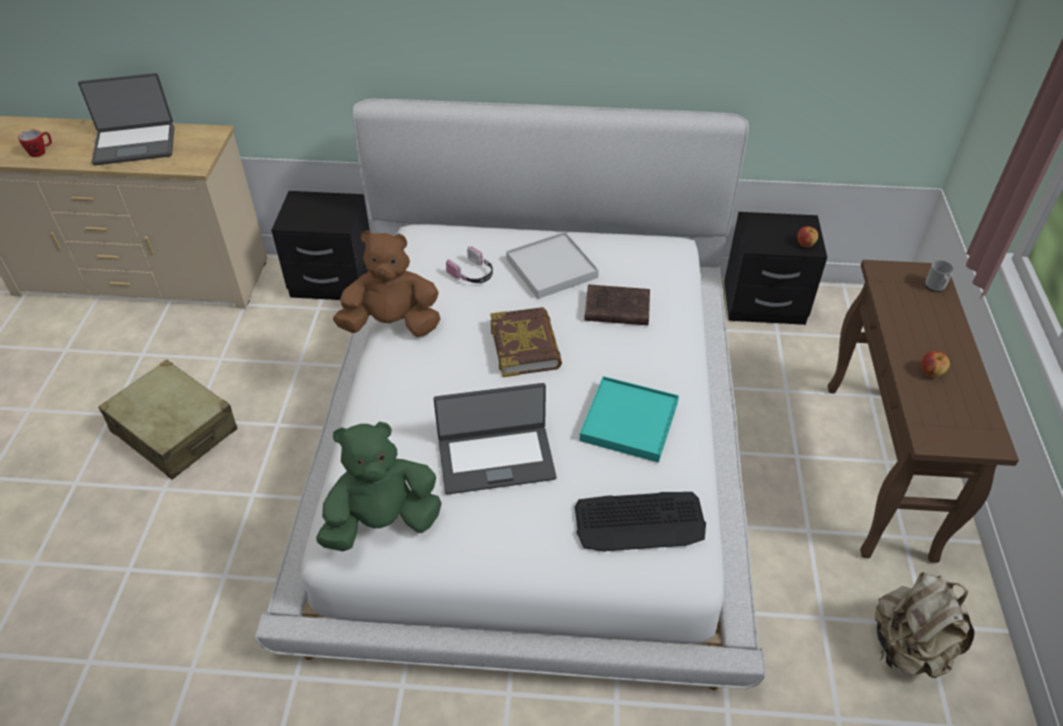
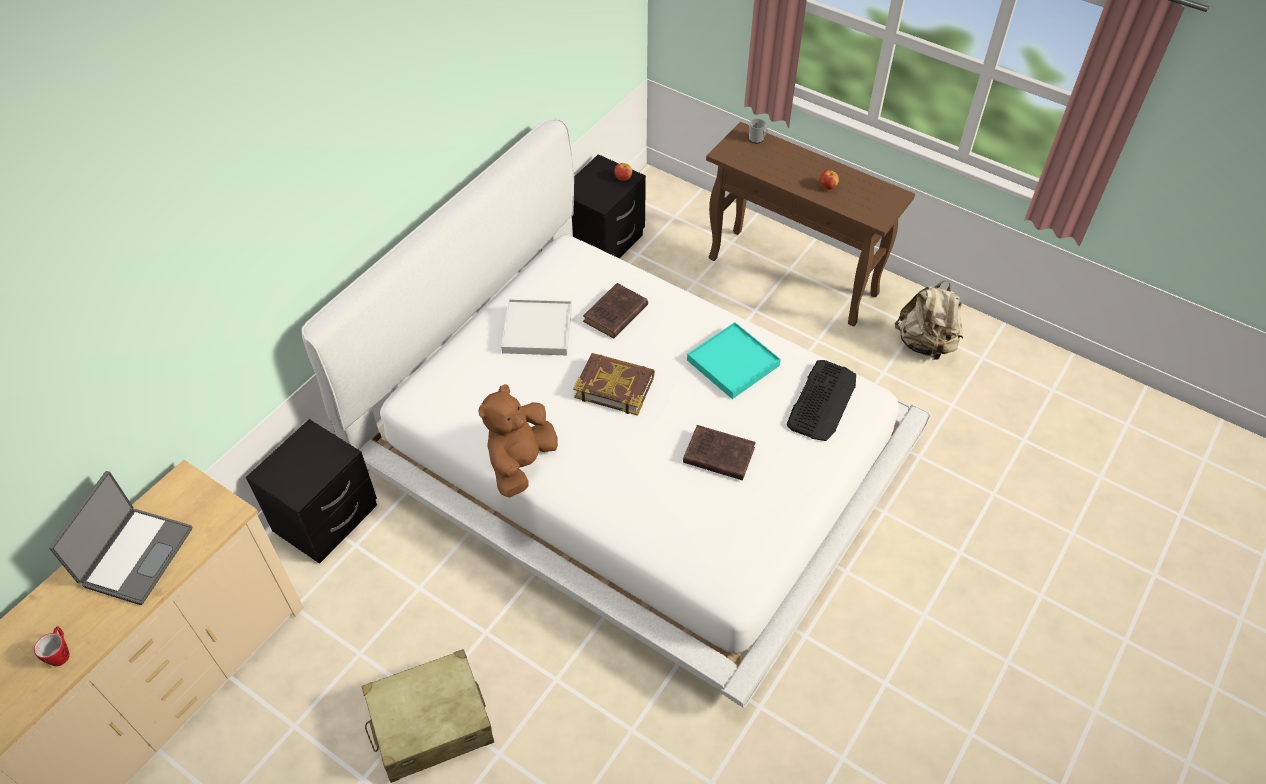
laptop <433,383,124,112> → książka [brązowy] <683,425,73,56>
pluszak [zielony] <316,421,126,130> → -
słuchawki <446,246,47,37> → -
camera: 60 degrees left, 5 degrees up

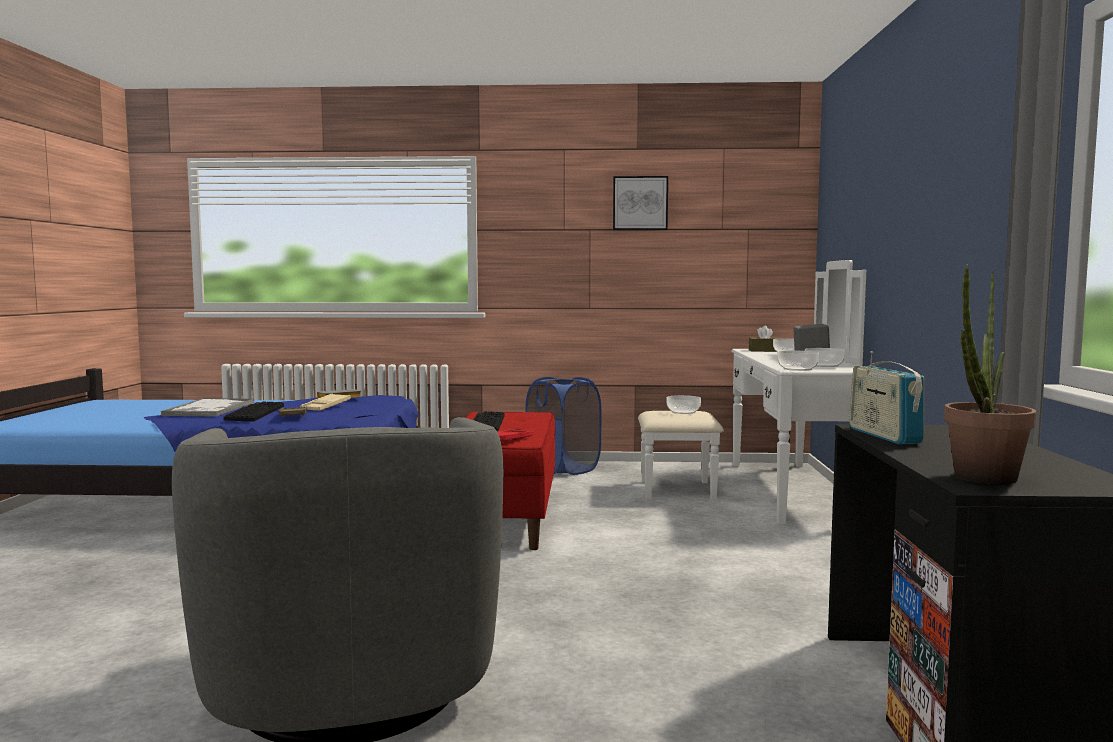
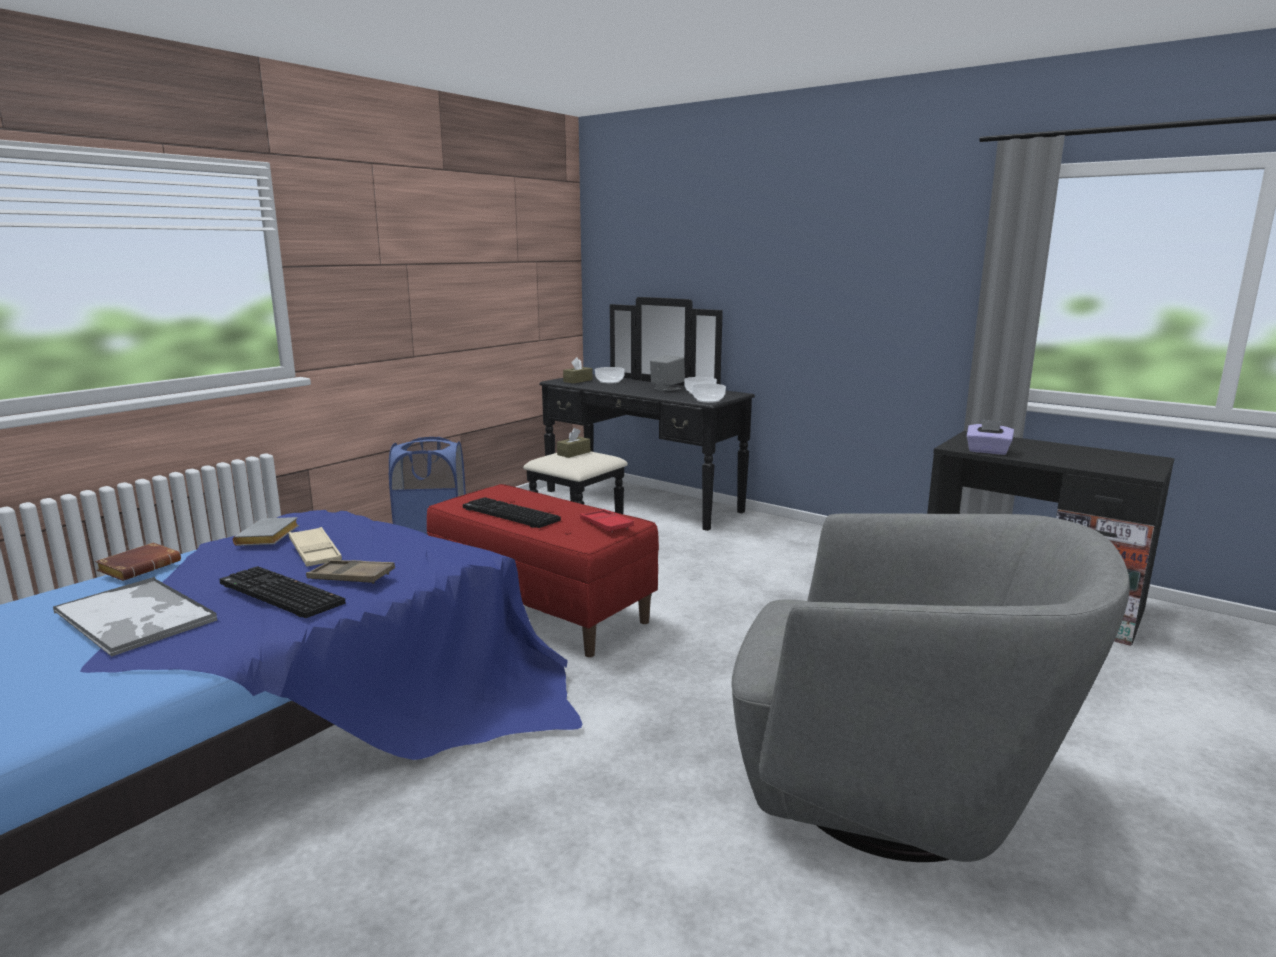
- → książka [brązowy] <95,543,86,38>
komoda [biały] <638,260,228,264> → komoda [czarny] <523,297,232,234>
miska <666,395,35,19> → pudełko chusteczek [brązowy] <557,428,33,30>
radio <849,351,75,94> → pudełko chusteczek [fioletowy] <966,419,48,36>
obraz <613,176,55,54> → -
roślina doniczkowa <944,264,92,221> → -
camera: 55 degrees left, 10 degrees up

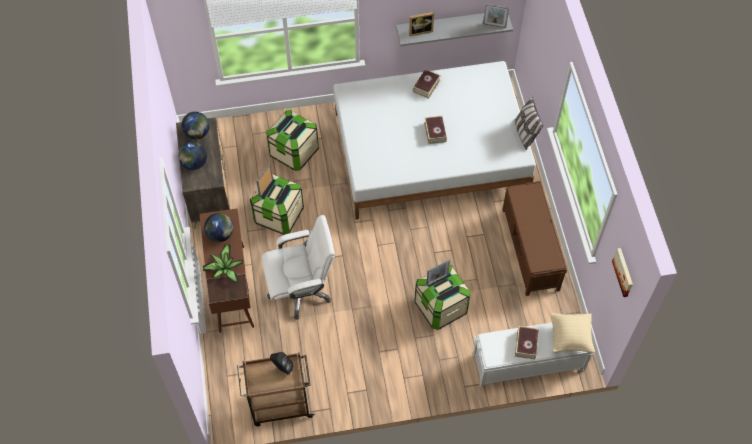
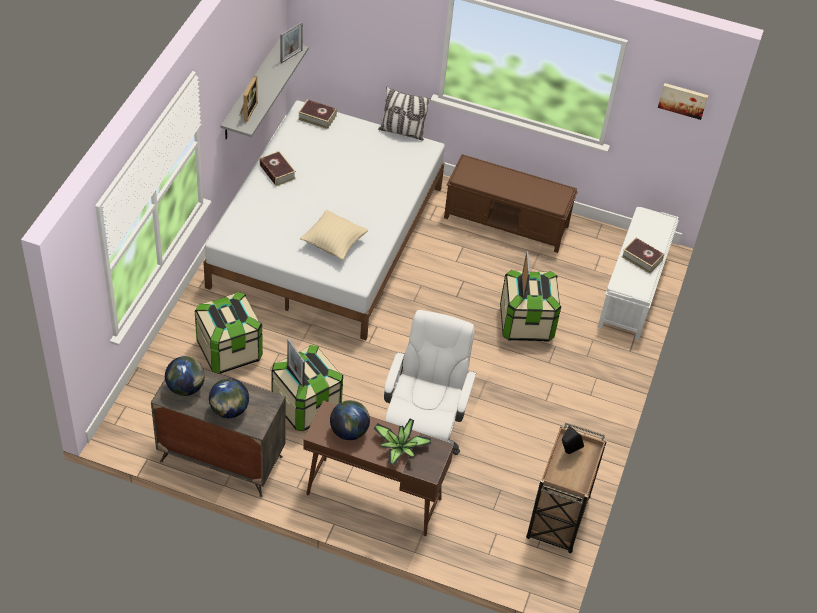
książka <424,116,23,28> → książka <298,99,39,30>, moved
poduszka [beżowy] <550,313,45,40> → poduszka [beżowy] <300,209,68,51>, moved
camera: 65 degrees left, 10 degrees down

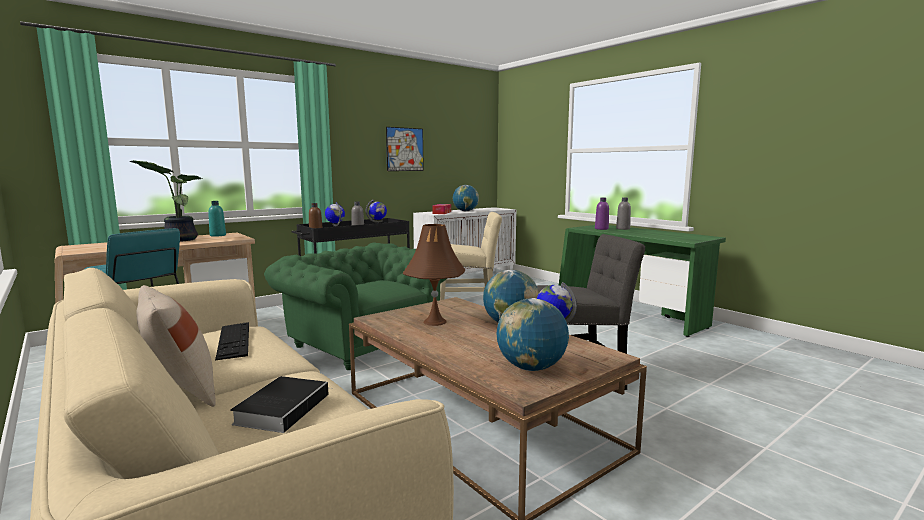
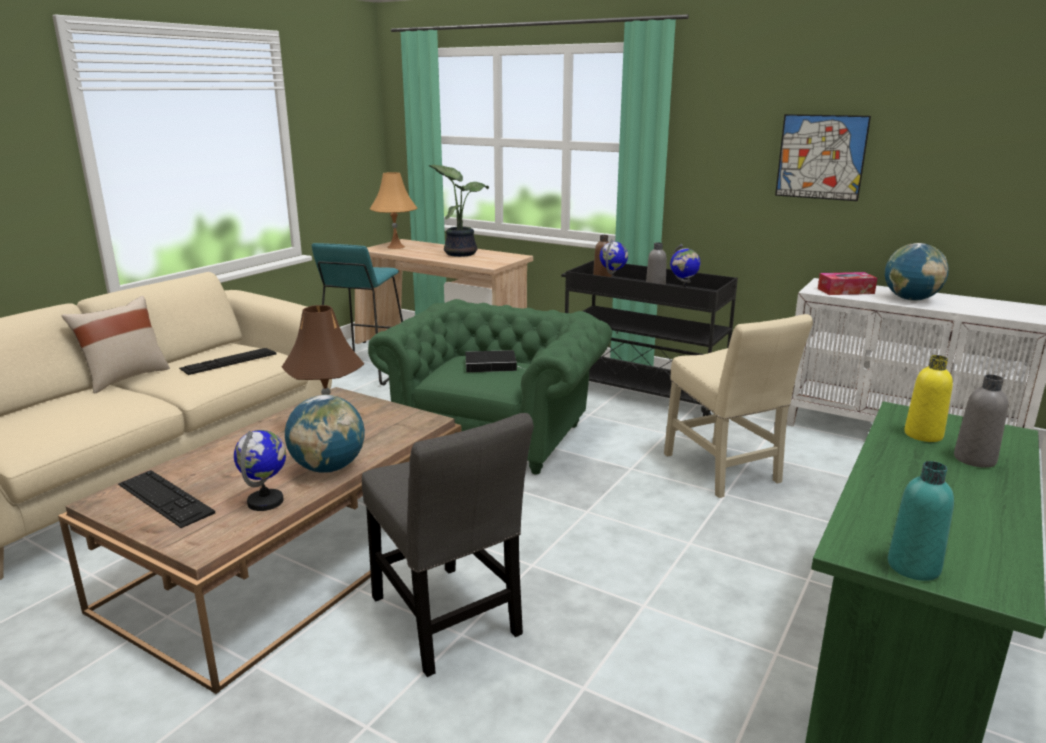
globus <496,298,73,73> → klawiatura <118,470,97,58>
- → lampa stołowa [pomarańczowy] <370,172,48,77>
książka <230,376,102,57> → książka <465,350,60,22>, moved
butelka [turkusowy] <208,201,18,36> → butelka [turkusowy] <888,461,66,120>, moved
butelka [fioletowy] <595,197,14,33> → butelka [żółty] <904,355,49,87>
camera: 70 degrees right, 10 degrees up

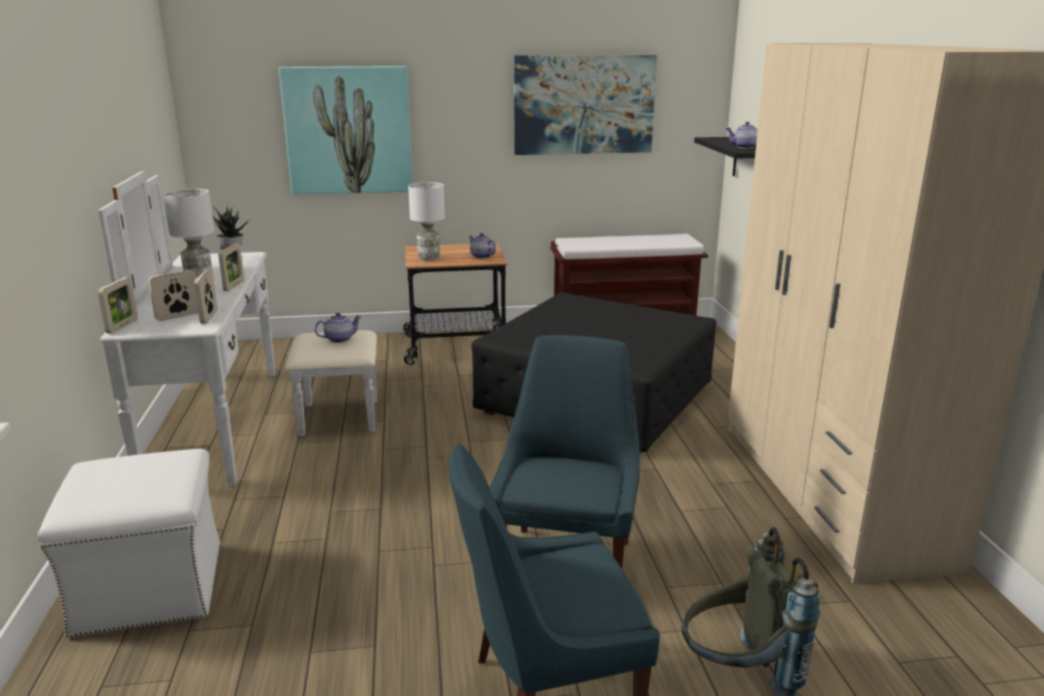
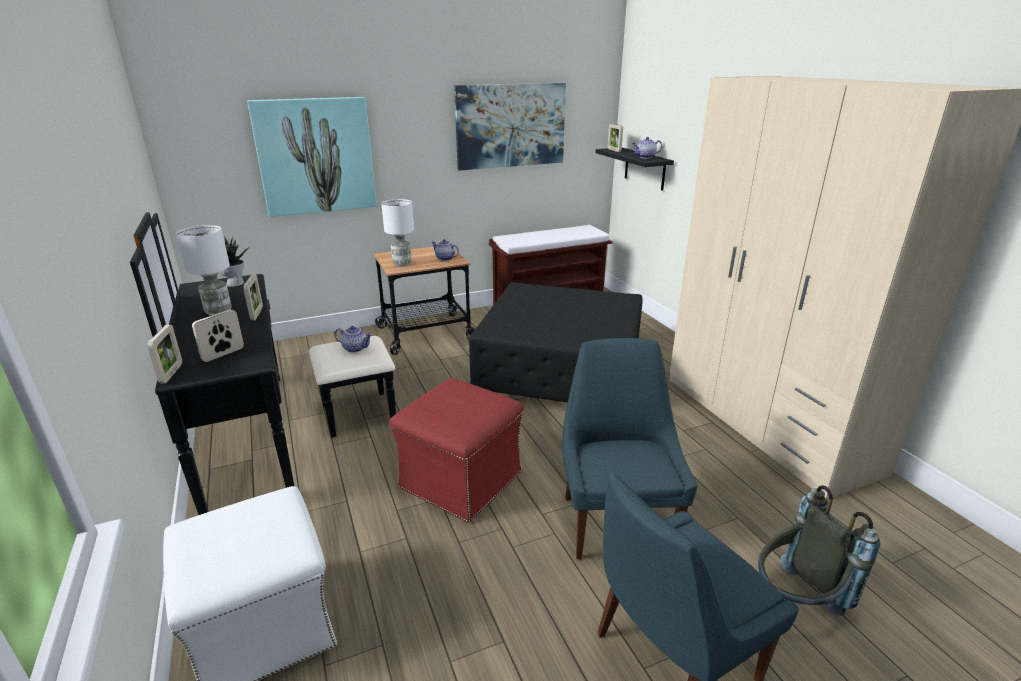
komoda [biały] <98,171,279,314> → komoda [czarny] <130,212,266,303>
imbryk <315,312,47,31> → imbryk <334,326,38,27>, 60 degrees clockwise
- → pufa [czerwony] <389,378,135,145>
ramka na zdjęcie <194,269,24,55> → ramka na zdjęcie <608,124,15,28>, moved
camera: 15 degrees left, 5 degrees up

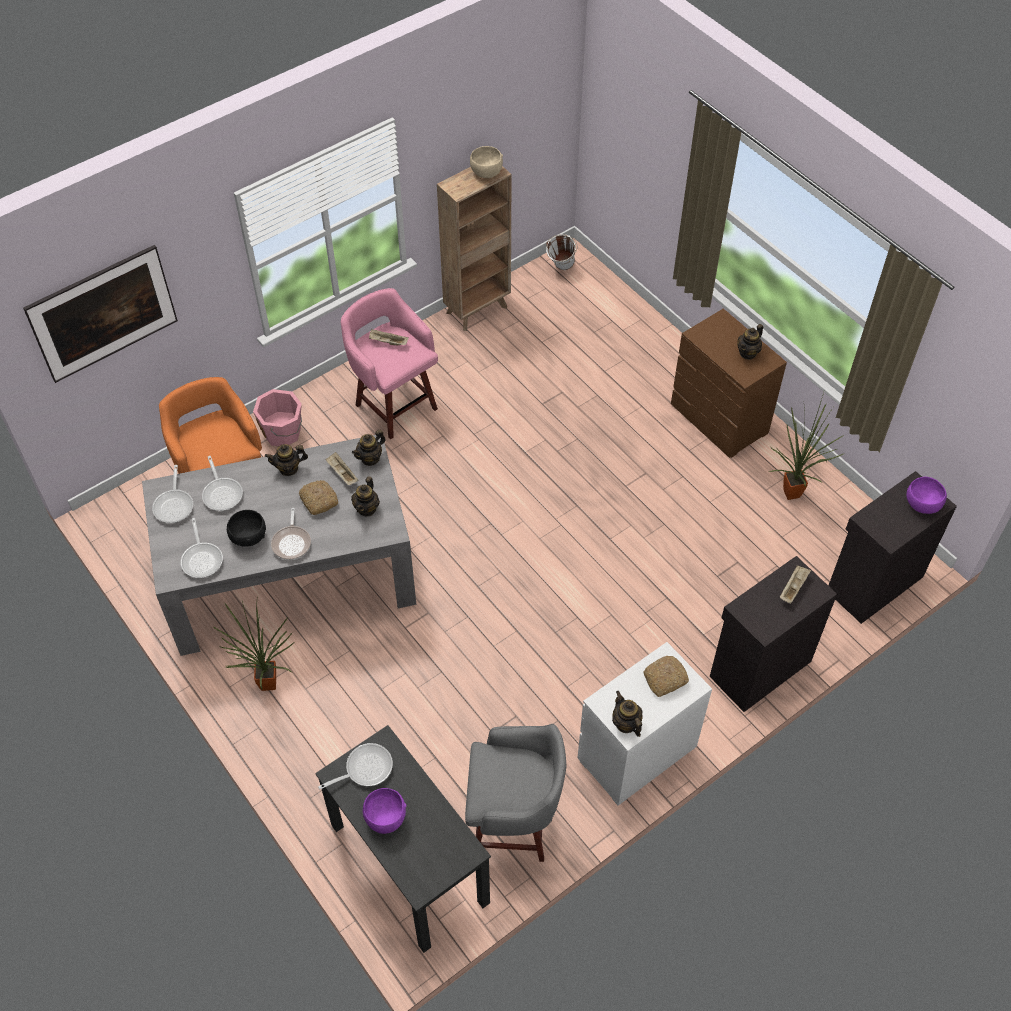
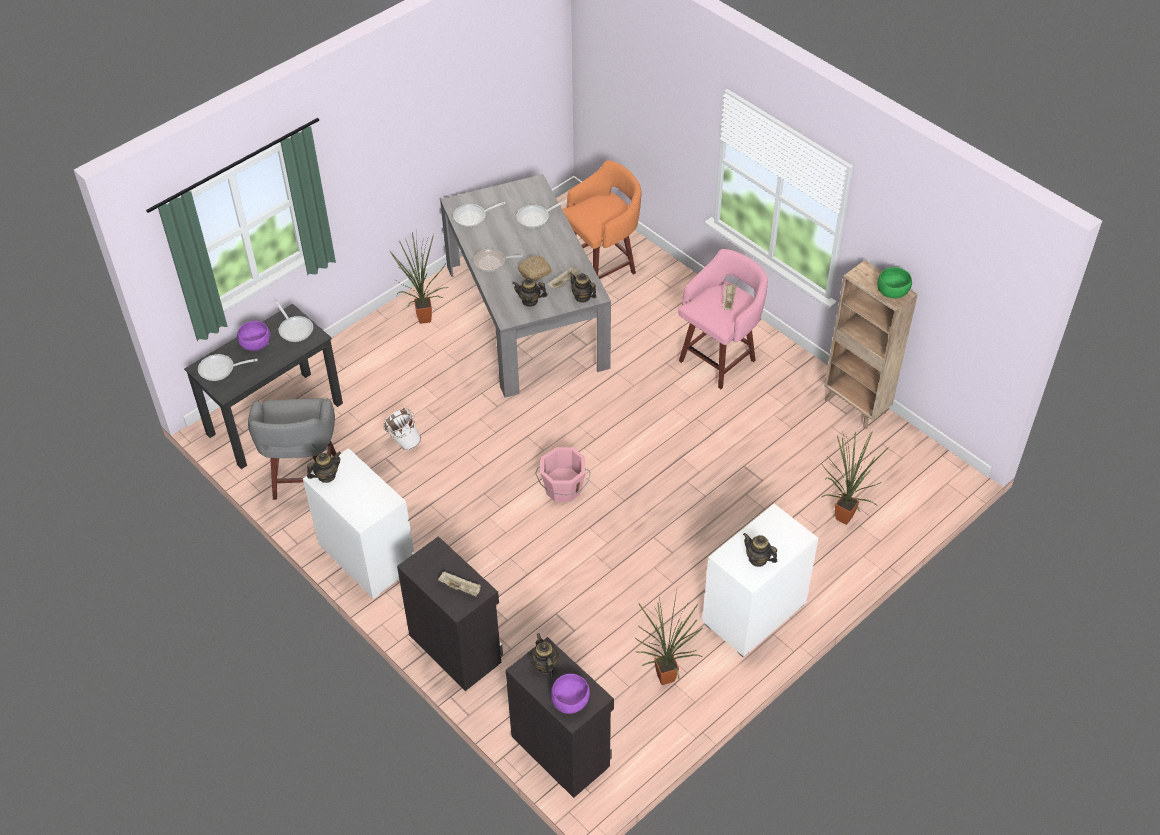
patelnia <152,465,41,58> → patelnia <198,354,60,27>, moved
wiadro [biały] <546,234,31,36> → wiadro [biały] <383,407,38,43>, moved
imbryk <265,444,43,32> → imbryk <530,633,29,44>, moved
wiadro [różowy] <253,389,49,57> → wiadro [różowy] <535,447,56,55>, moved
komoda [brązowy] <671,308,116,150> → komoda [biały] <702,504,116,153>
- → roślina doniczkowa <822,431,67,94>
miska [beżowy] <470,146,33,32> → miska [zielony] <877,267,35,31>
obraz <23,245,155,138> → -
miska [czarny] <227,510,39,37> → -
chleb <643,656,46,41> → -
camera: 85 degrees right, 5 degrees down

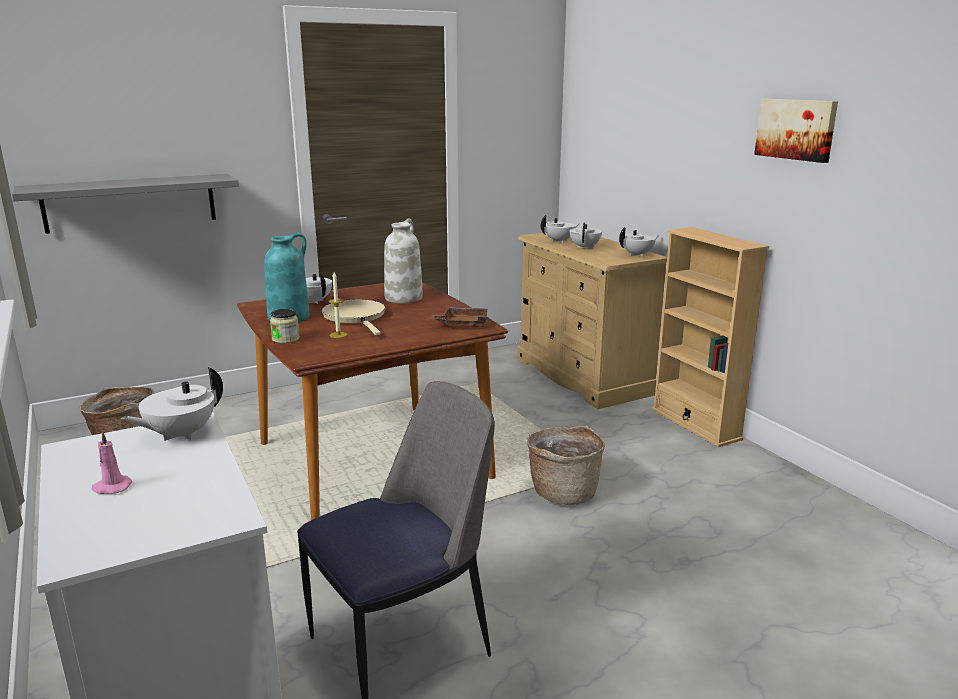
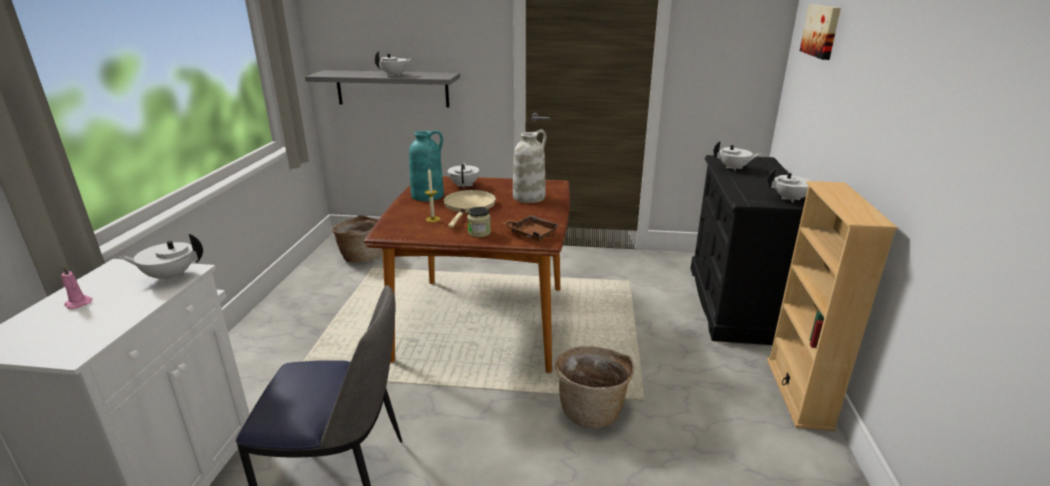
imbryk [biały] <570,222,32,27> → imbryk [biały] <375,51,37,25>, moved
słoik <270,309,30,35> → słoik <467,207,24,30>, moved
komoda [beżowy] <517,233,150,176> → komoda [czarny] <690,155,116,190>
obraz <754,99,84,64> → obraz <800,4,41,56>, moved
camera: 35 degrees right, 5 degrees up

